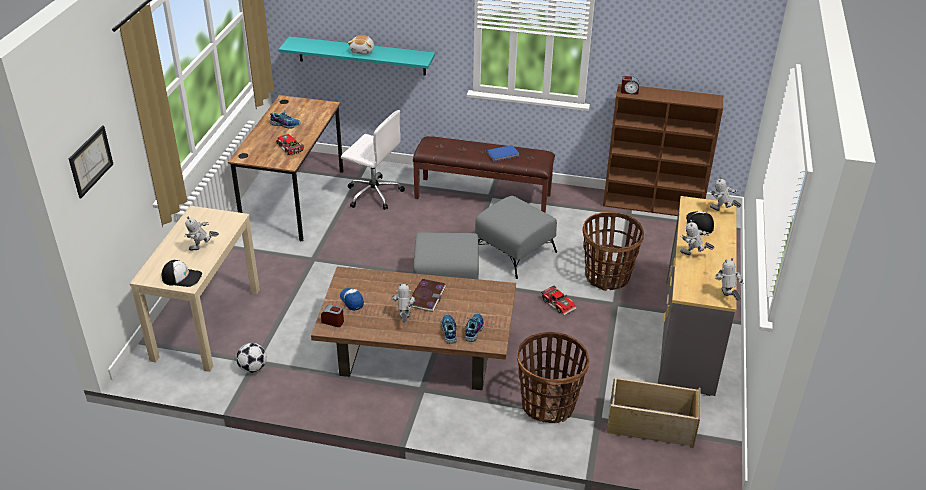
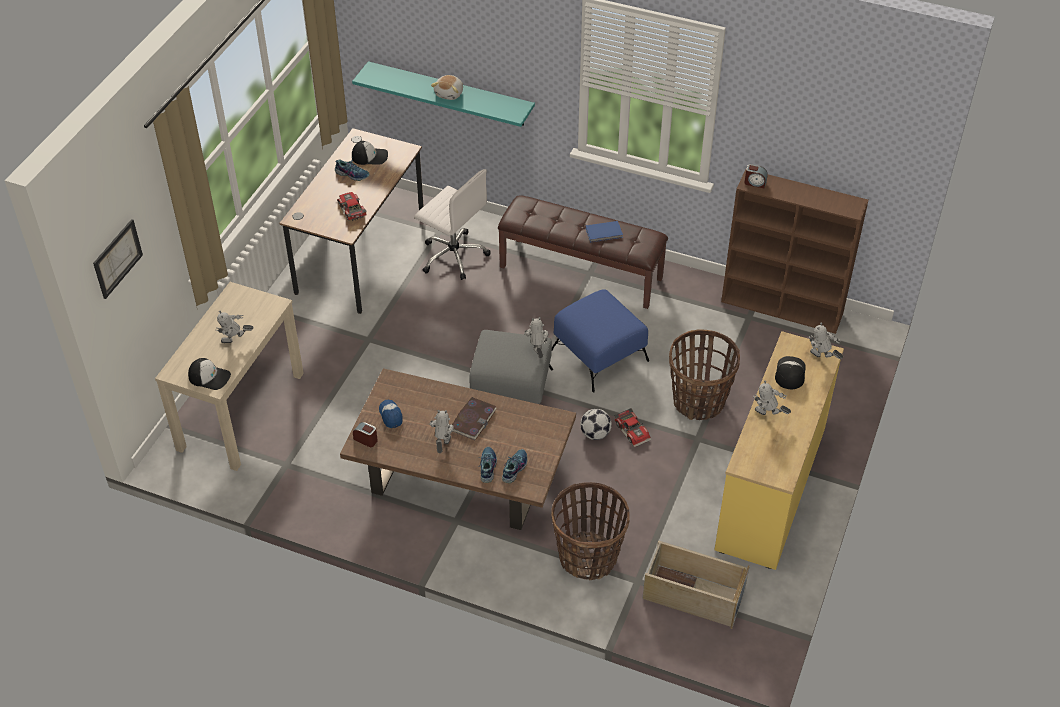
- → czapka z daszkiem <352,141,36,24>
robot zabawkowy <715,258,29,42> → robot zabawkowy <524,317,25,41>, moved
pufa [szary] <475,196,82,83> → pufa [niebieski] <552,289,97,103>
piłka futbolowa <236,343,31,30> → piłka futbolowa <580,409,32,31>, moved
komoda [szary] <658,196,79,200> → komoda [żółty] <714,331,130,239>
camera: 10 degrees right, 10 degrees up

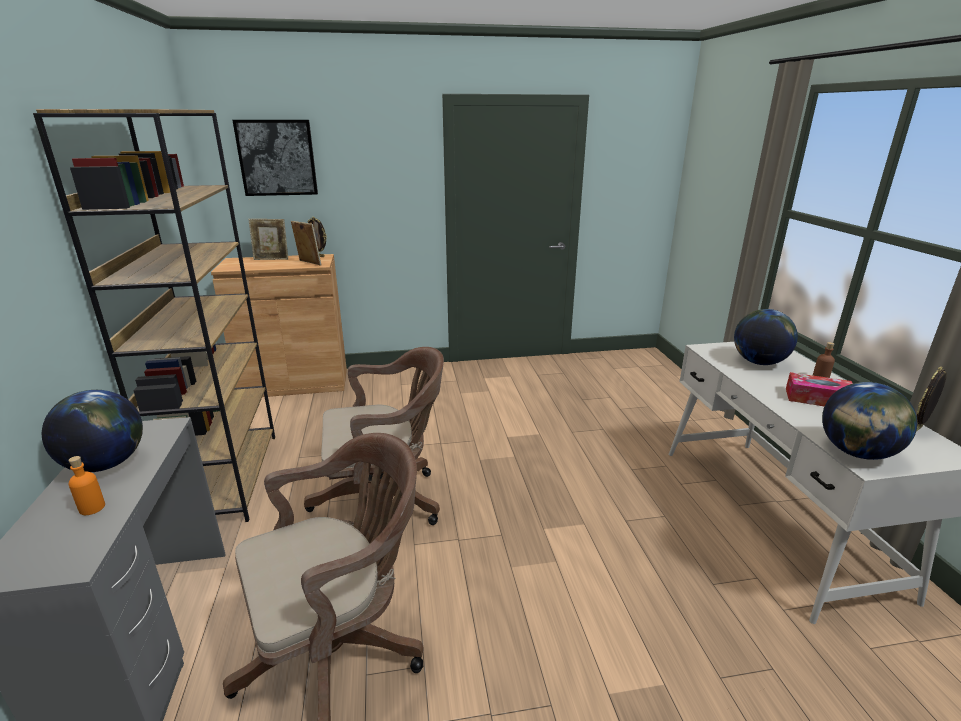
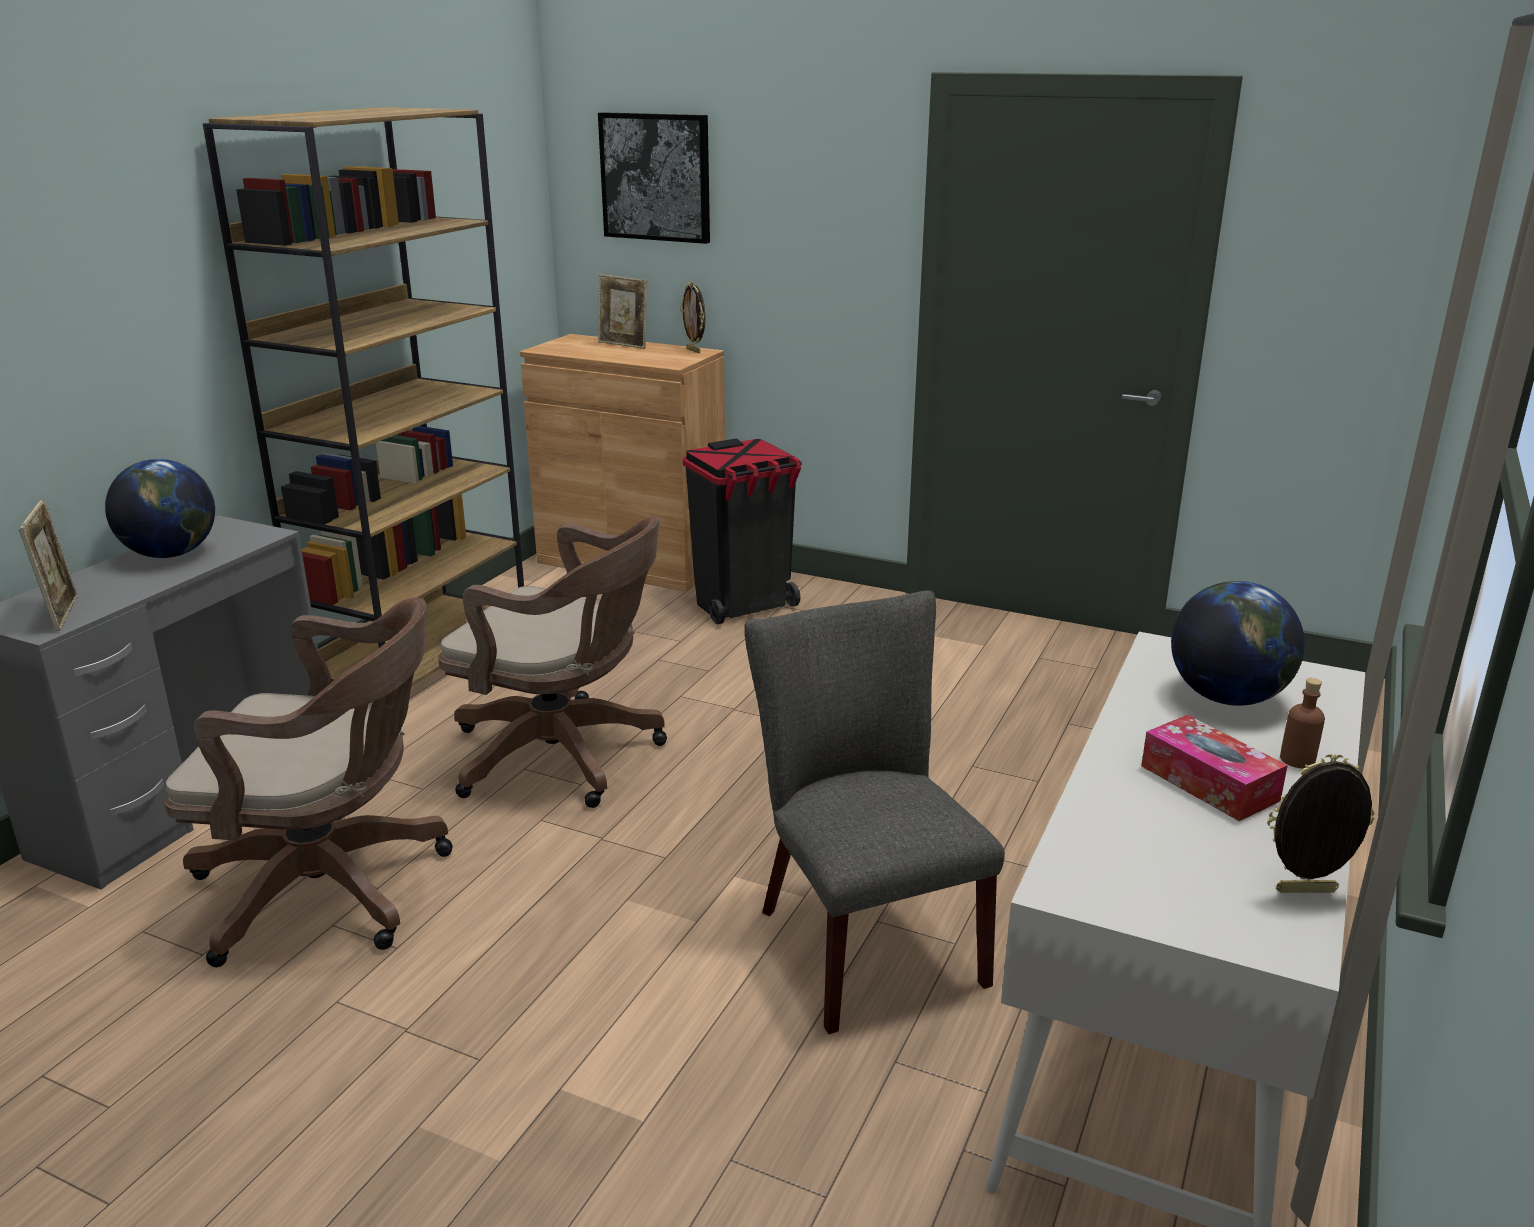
ramka na zdjęcie <291,221,30,45> → ramka na zdjęcie <19,499,59,132>, moved
- → kosz na śmieci [czarny] <683,438,119,186>
- → krzesło [szary] <744,590,261,444>
butelka [pomarańczowy] <68,456,37,59> → -
globus <822,382,95,78> → -
camera: 35 degrees right, 0 degrees up

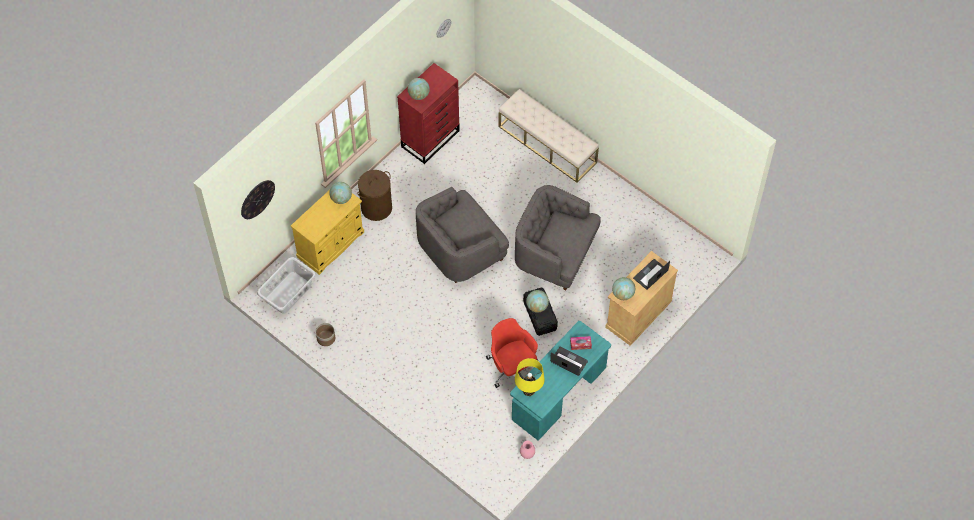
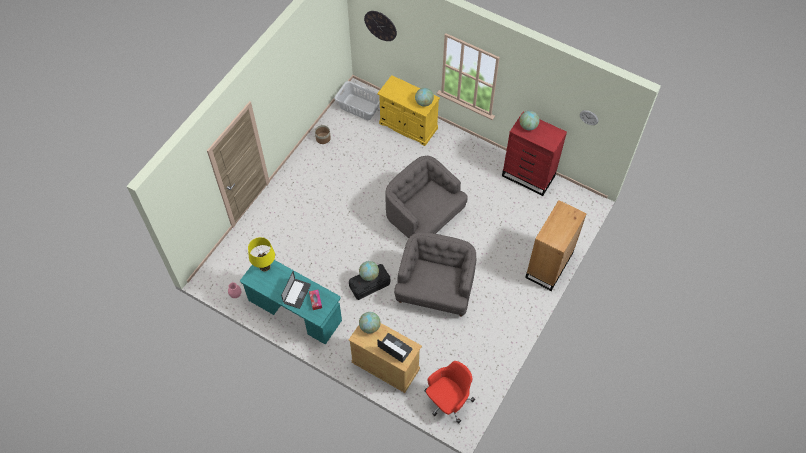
krzesło biurowe [czerwony] <486,318,52,70> → krzesło biurowe [czerwony] <424,361,51,63>, moved
ławka [beżowy] <498,89,101,94> → komoda [brązowy] <525,200,62,91>
kosz na pranie [brązowy] <357,170,35,51> → -
camera: 80 degrees right, 0 degrees up

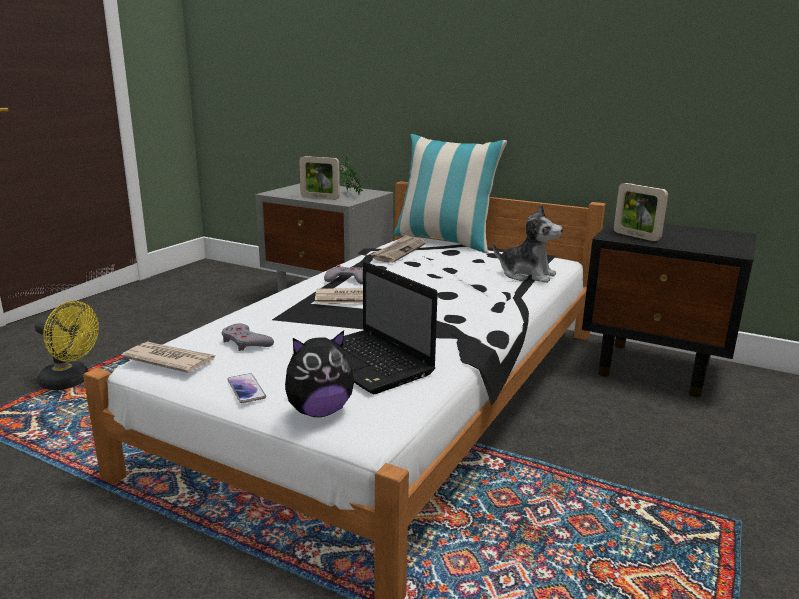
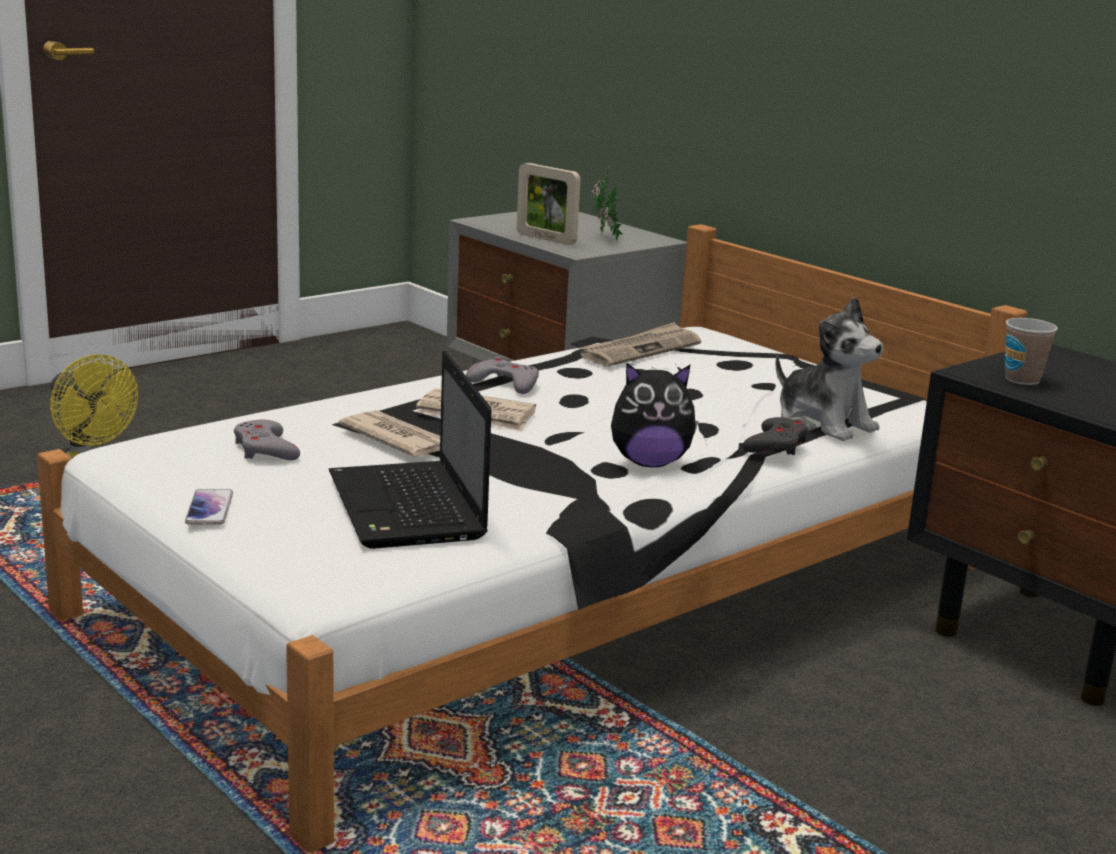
gazeta <121,341,94,32> → gazeta <339,410,101,47>, moved
pluszak <285,330,69,87> → pluszak <611,363,87,104>, moved
- → pad do gier [szary] <743,417,65,38>
ramka na zdjęcie <614,183,54,58> → filiżanka <1005,318,53,67>
poduszka <393,134,114,119> → -
camera: 20 degrees right, 0 degrees up

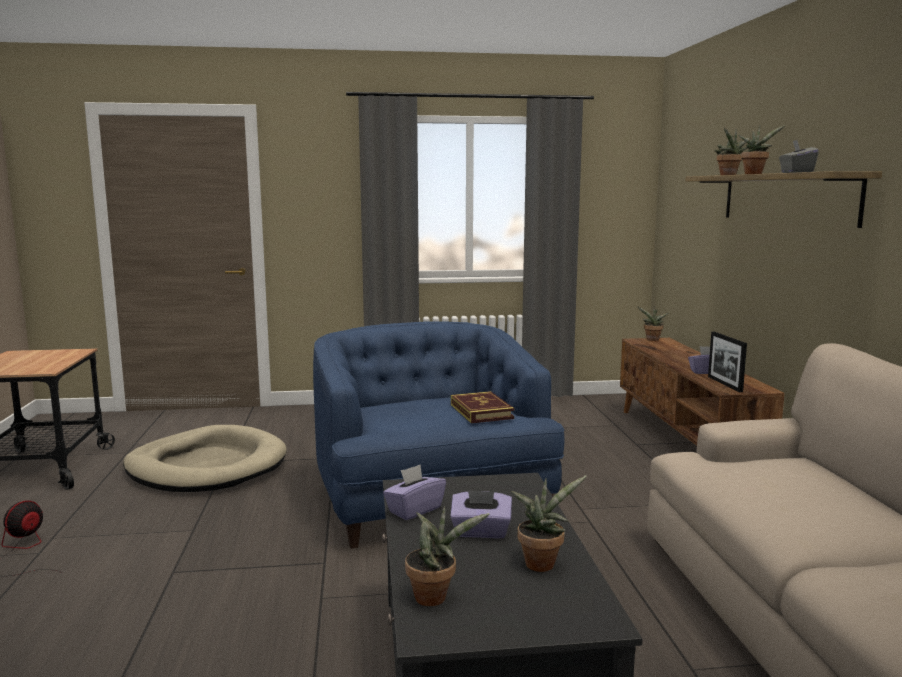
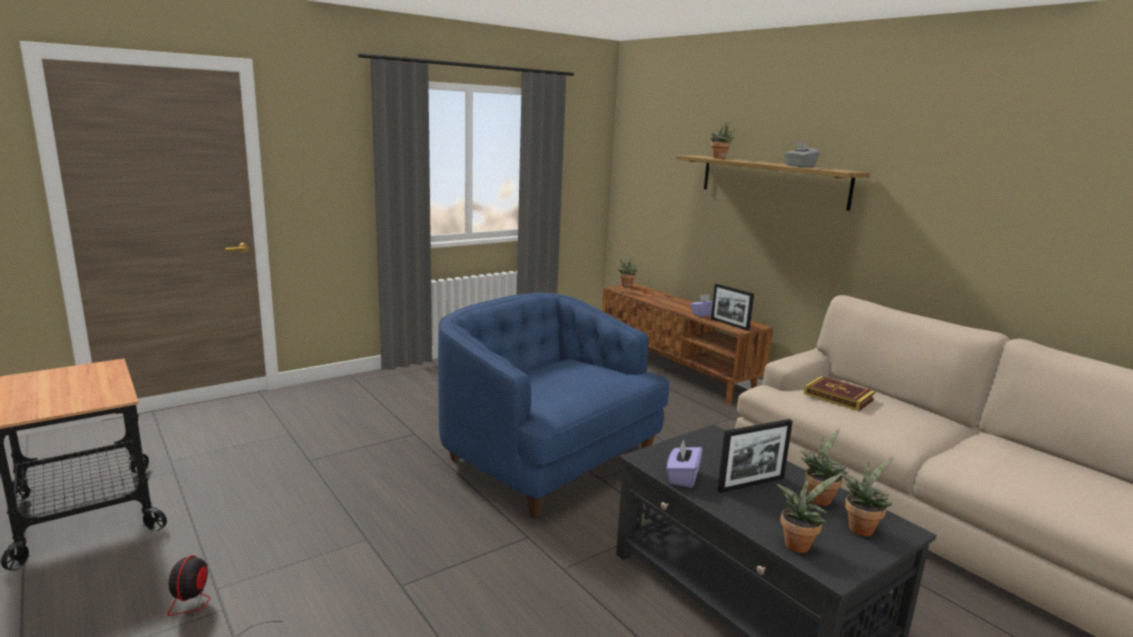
pudełko chusteczek [fioletowy] <450,490,62,48> → ramka na zdjęcie <717,419,76,74>
książka <451,391,63,32> → książka <804,376,71,35>, moved
roślina doniczkowa <738,125,47,49> → roślina doniczkowa <839,457,56,79>, moved
legowisko [beżowy] <123,425,164,67> → -
camera: 30 degrees left, 5 degrees up

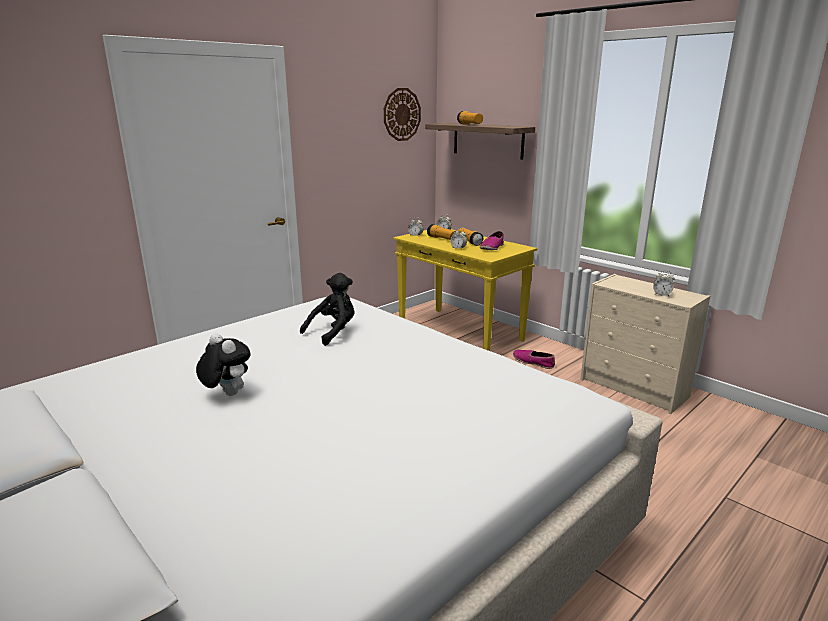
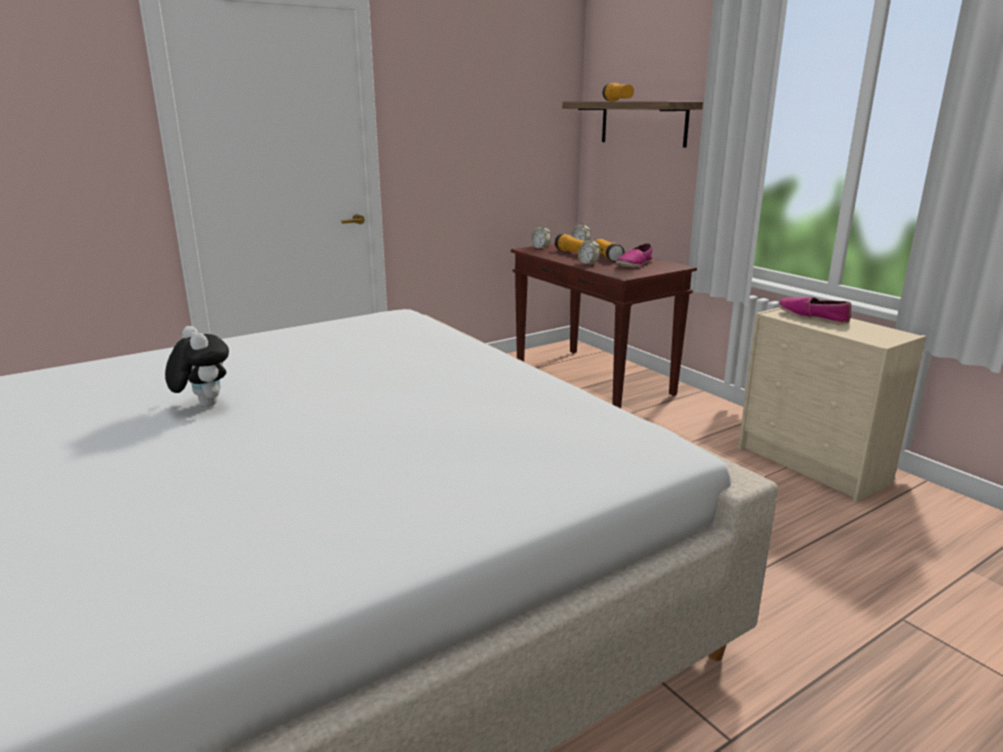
stolik konsolowy [żółty] <393,229,144,122> → stolik konsolowy [brązowy] <511,243,186,165>
but <513,350,42,19> → but <779,297,73,28>, moved
pluszak [czarny] <300,273,54,73> → -
zegar ścienny <384,88,37,53> → -
budzik <653,270,22,26> → -
camera: 10 degrees right, 0 degrees up

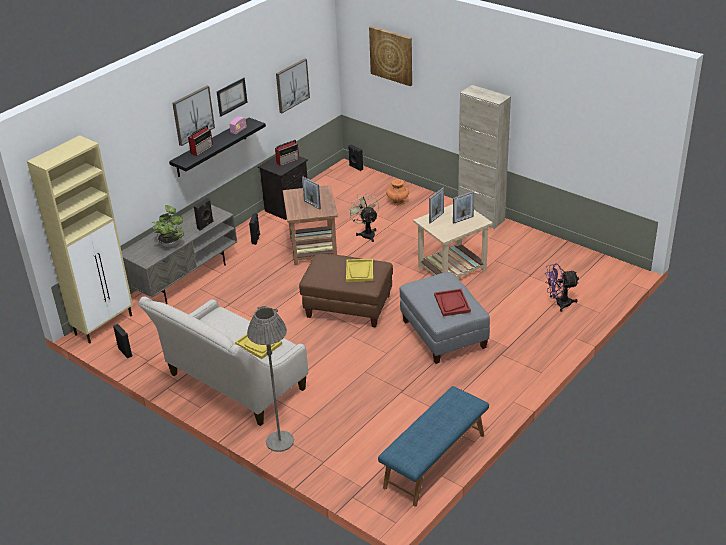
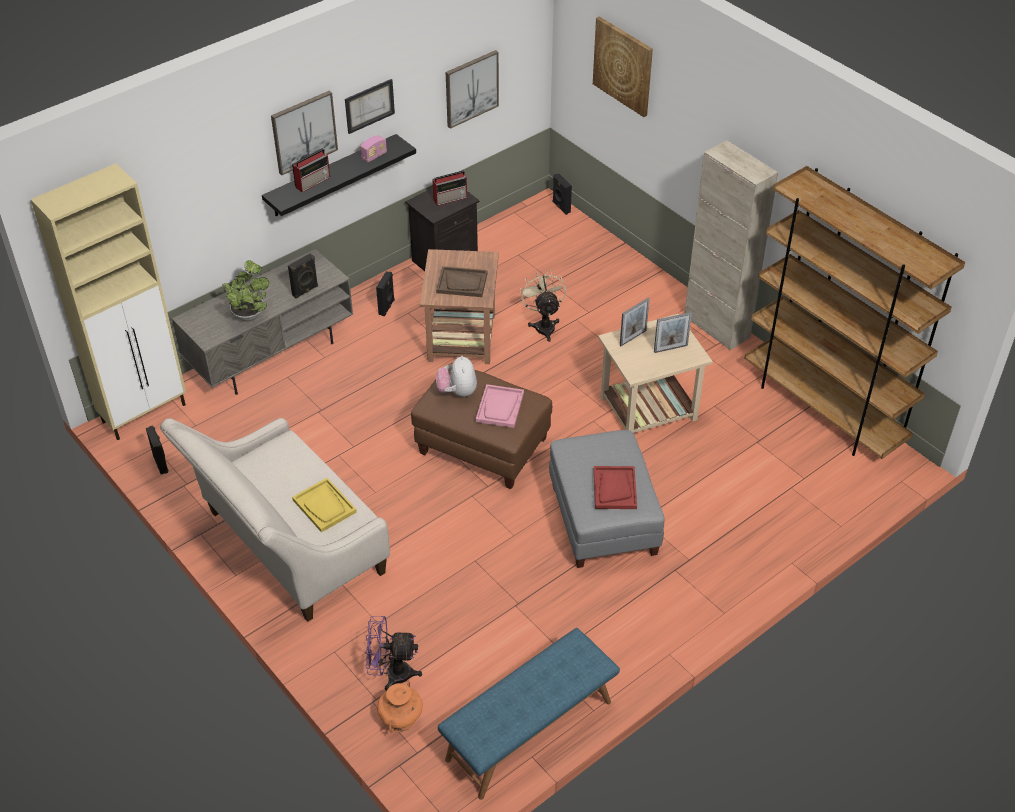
wentylator [fioletowy] <546,263,33,49> → wentylator [fioletowy] <365,616,57,75>, moved
wazon [pomarańczowy] <386,179,23,27> → wazon [pomarańczowy] <377,681,46,52>, moved
ramka na zdjęcie <302,177,19,32> → taca [brązowy] <436,266,51,31>
- → pluszak <436,356,41,41>
taca [żółty] <346,259,27,23> → taca [różowy] <476,384,48,44>
- → regał [brązowy] <744,166,221,293>
lampa stojąca [szary] <247,306,47,146> → -
camera: 10 degrees right, 10 degrees up

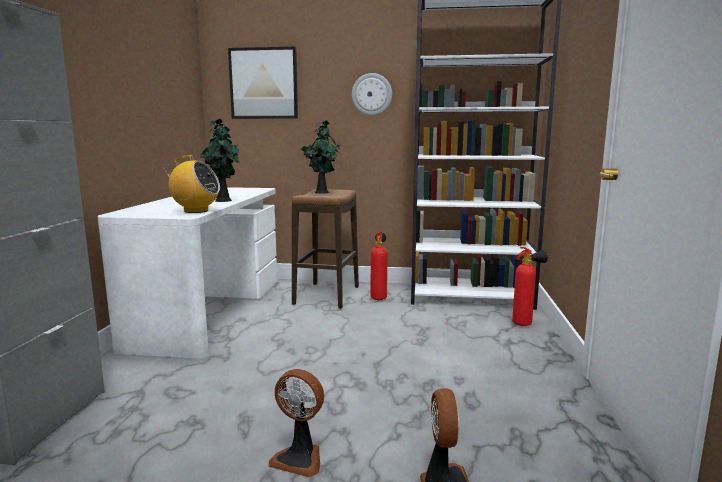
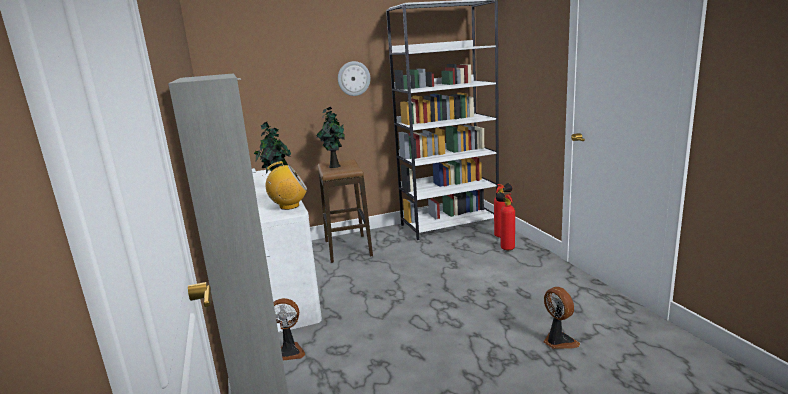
wentylator <268,369,56,108> → wentylator <273,298,32,63>, moved
gaśnica <371,232,16,68> → gaśnica <496,192,19,58>, moved
obraz <228,47,70,72> → -
camera: 25 degrees left, 5 degrees up

